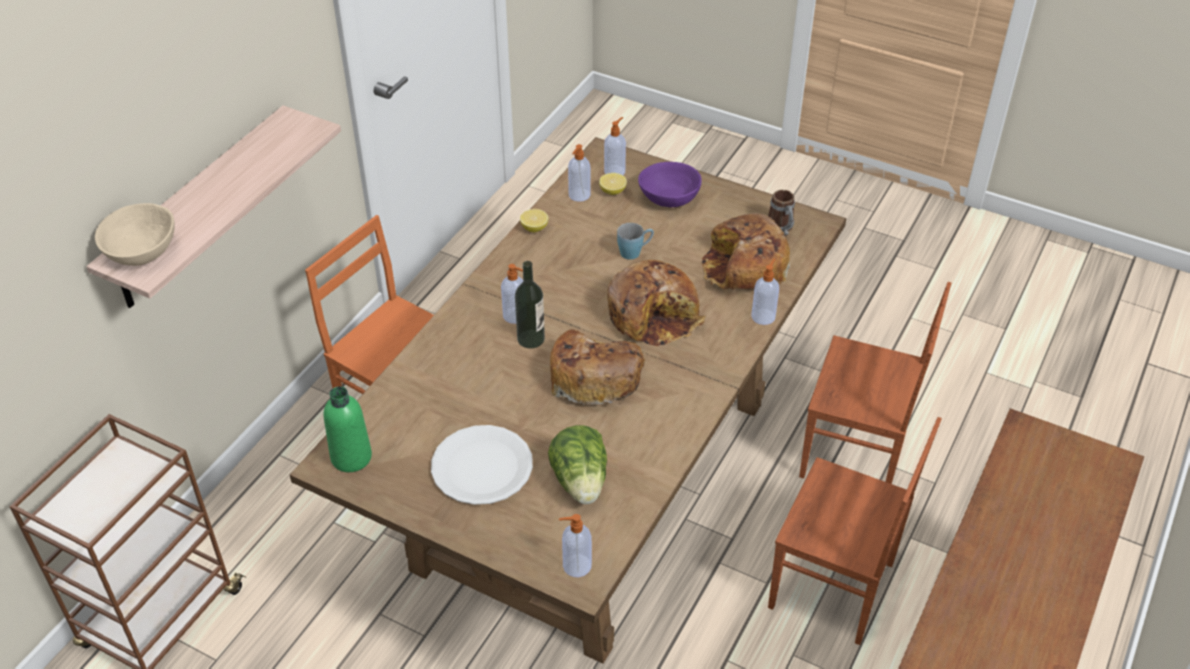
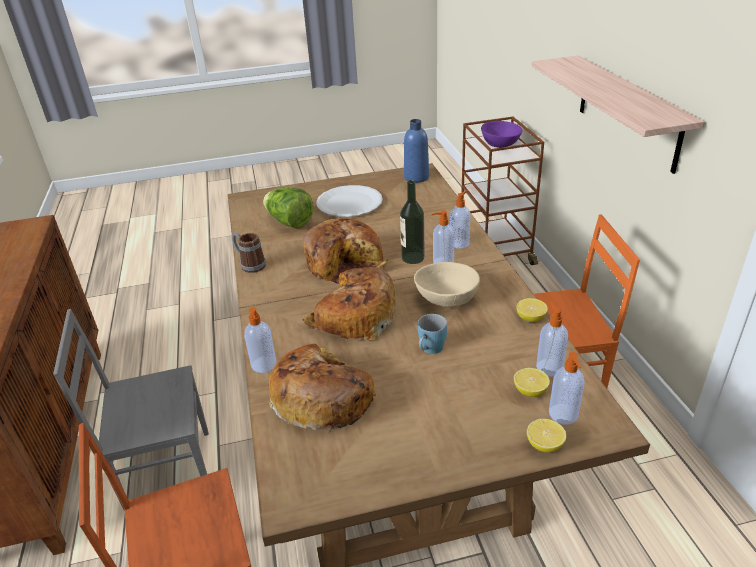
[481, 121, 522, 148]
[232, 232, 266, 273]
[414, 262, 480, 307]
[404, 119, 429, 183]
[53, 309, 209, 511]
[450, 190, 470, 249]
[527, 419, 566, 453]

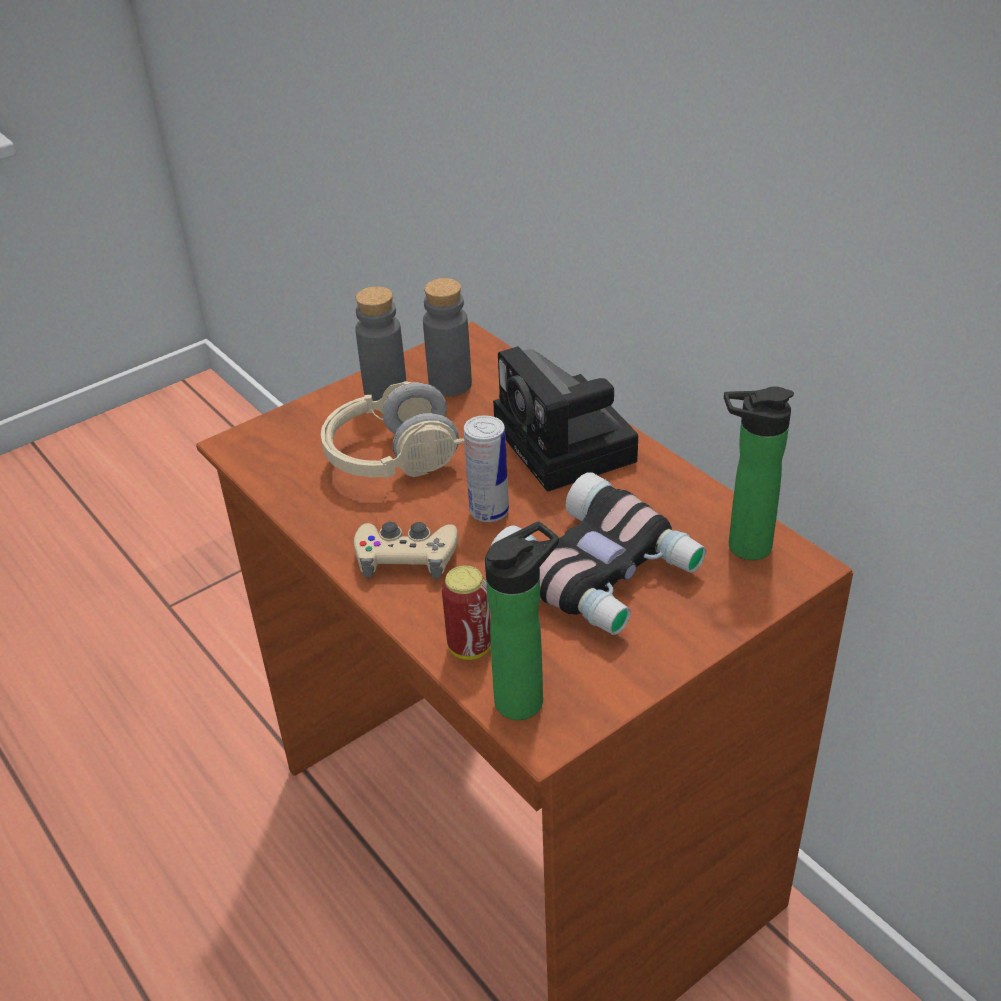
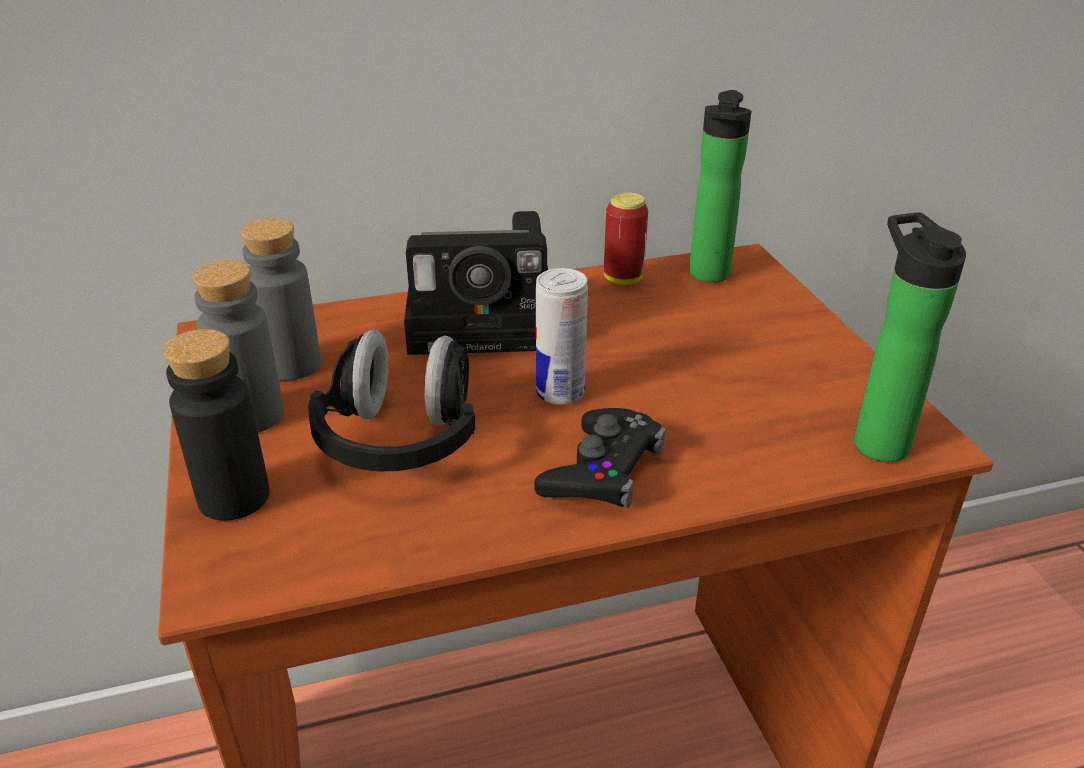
[308, 330, 475, 472]
[489, 472, 706, 635] (first image)
[534, 408, 666, 509]
[604, 192, 648, 285]
[163, 329, 270, 521]

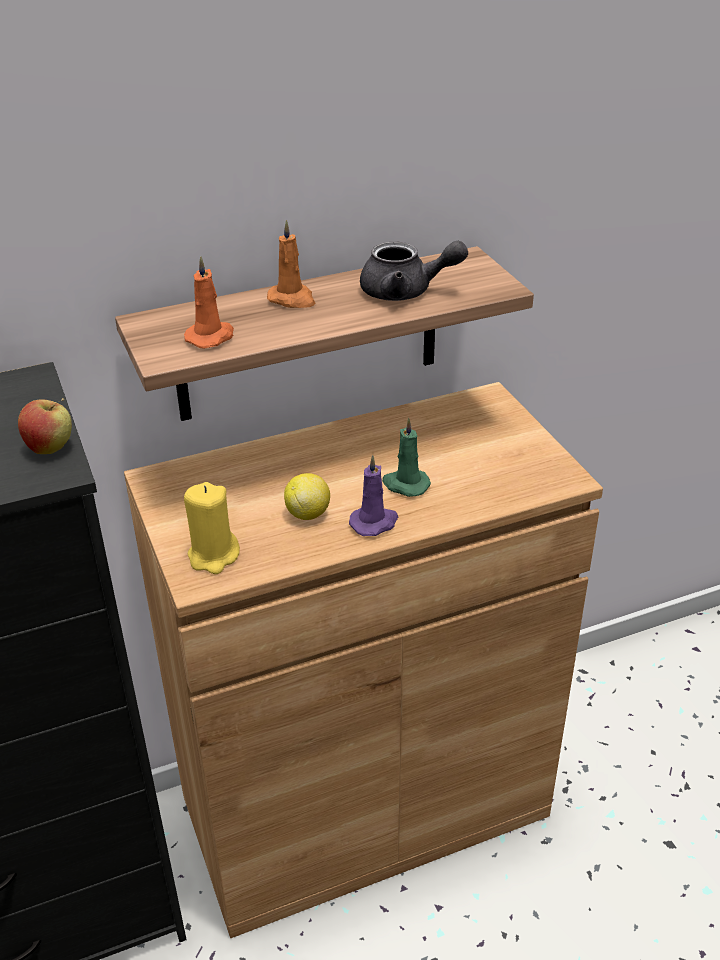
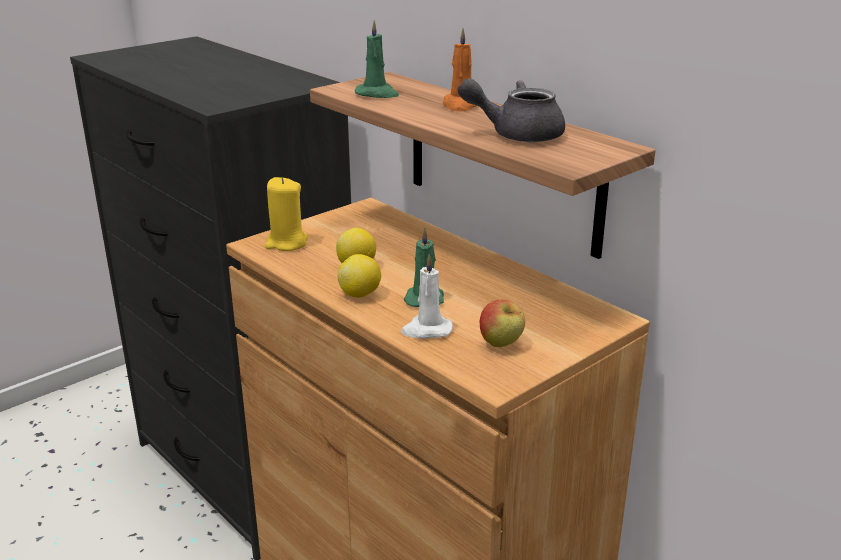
[458, 78, 565, 142]
[355, 20, 399, 98]
[480, 300, 525, 347]
[338, 254, 381, 298]
[401, 254, 453, 339]

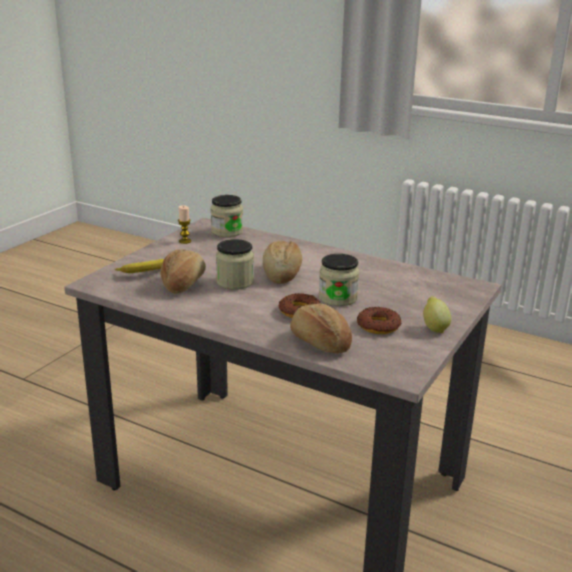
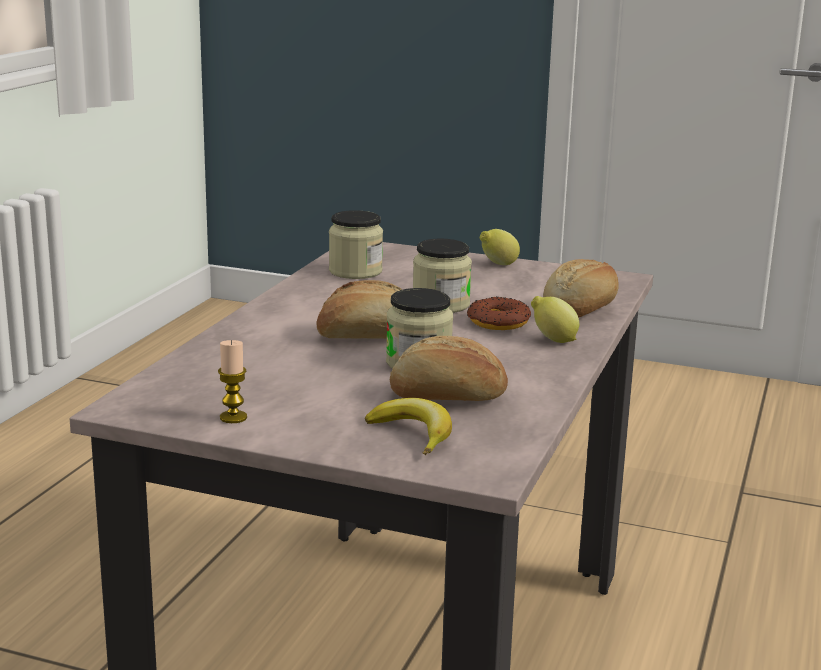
[329, 210, 383, 279]
[357, 307, 401, 334] (first image)
[531, 296, 579, 343]

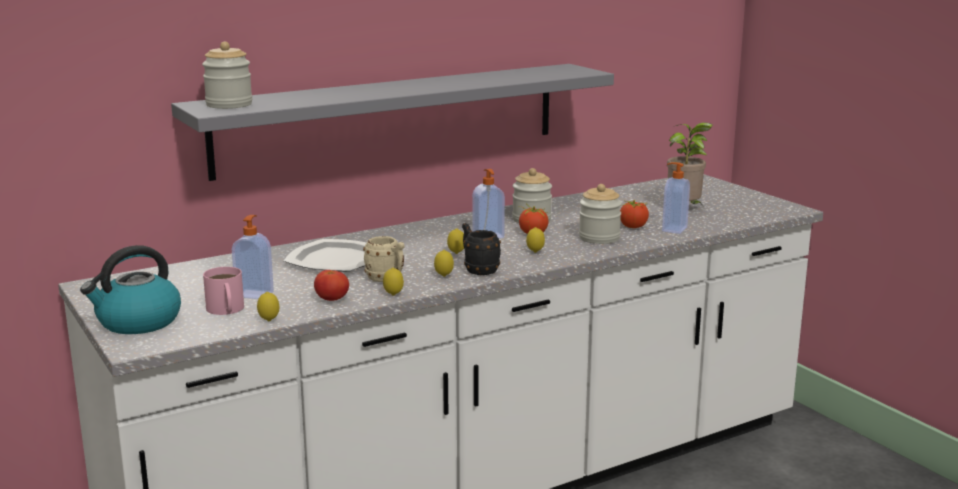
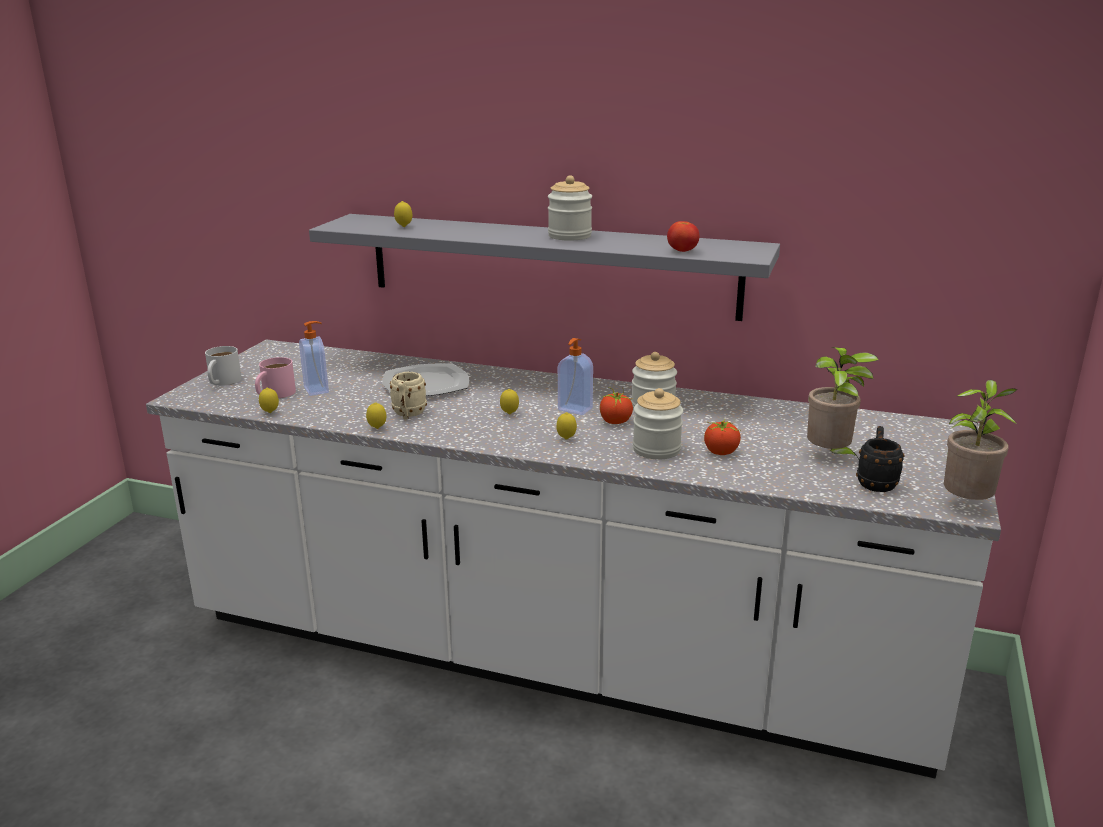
[548, 175, 592, 241]
[662, 162, 690, 234] (first image)
[856, 426, 905, 492]
[205, 346, 242, 386]
[394, 201, 412, 227]
[667, 221, 699, 252]
[944, 380, 1018, 500]

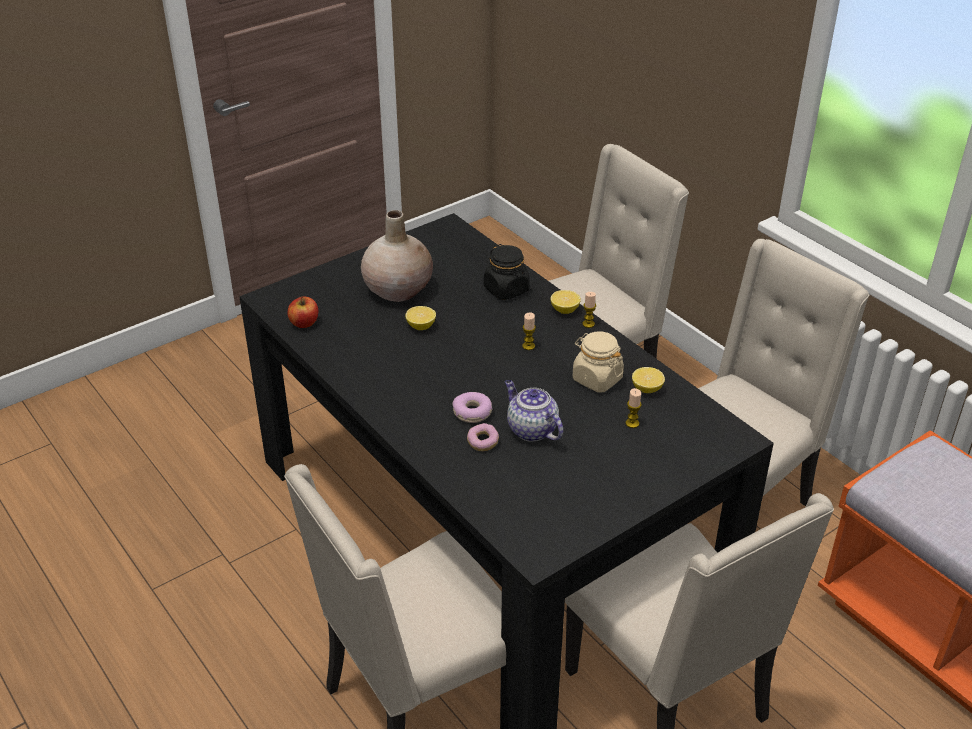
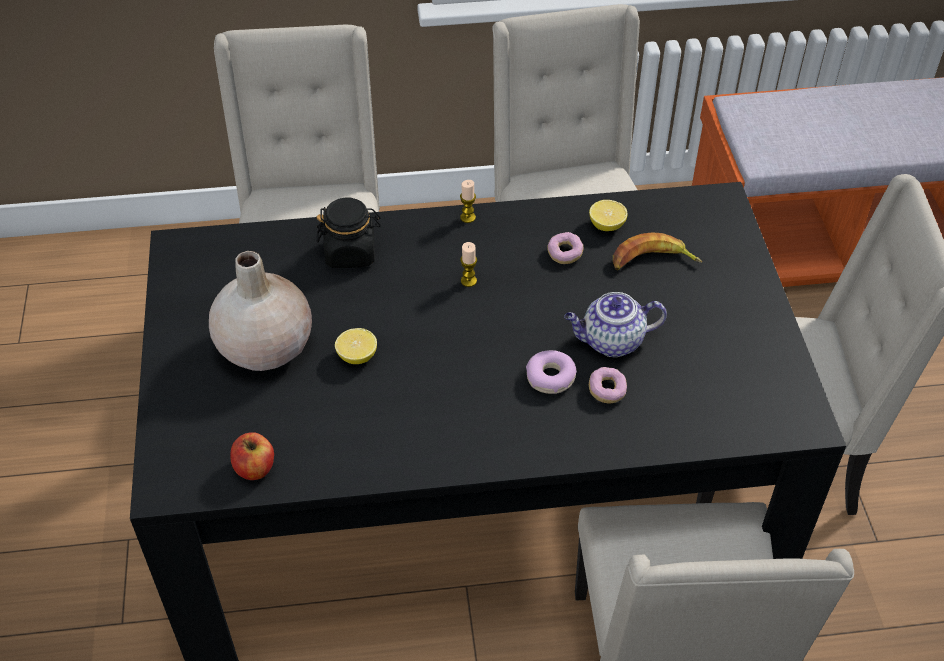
[550, 290, 581, 314] (first image)
[547, 232, 584, 264]
[613, 232, 702, 270]

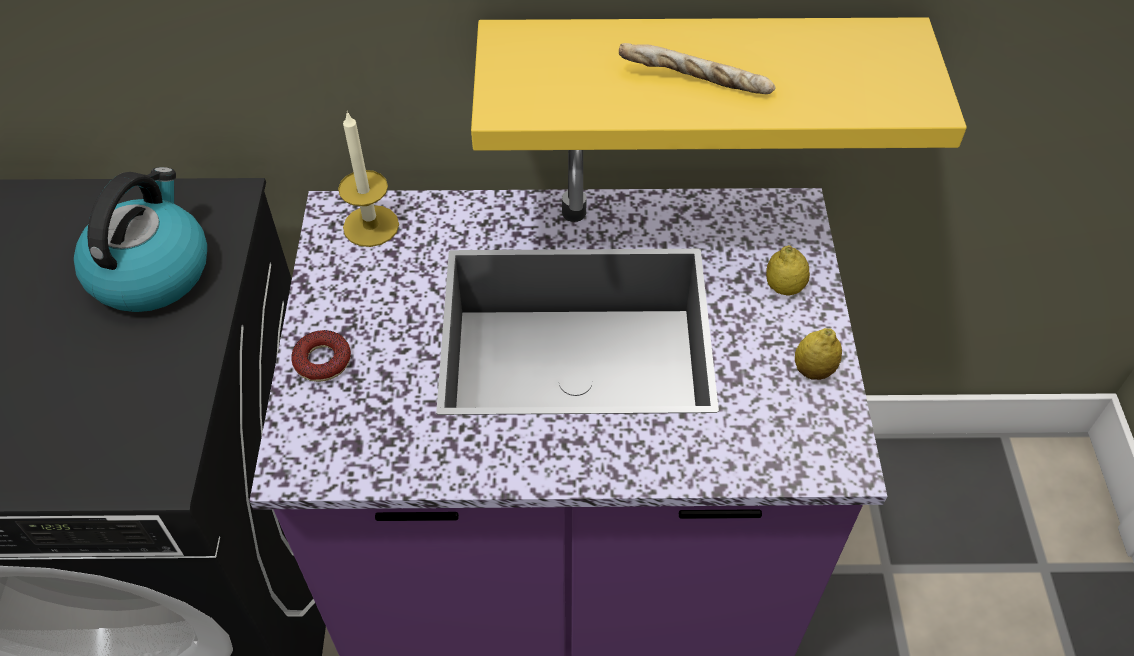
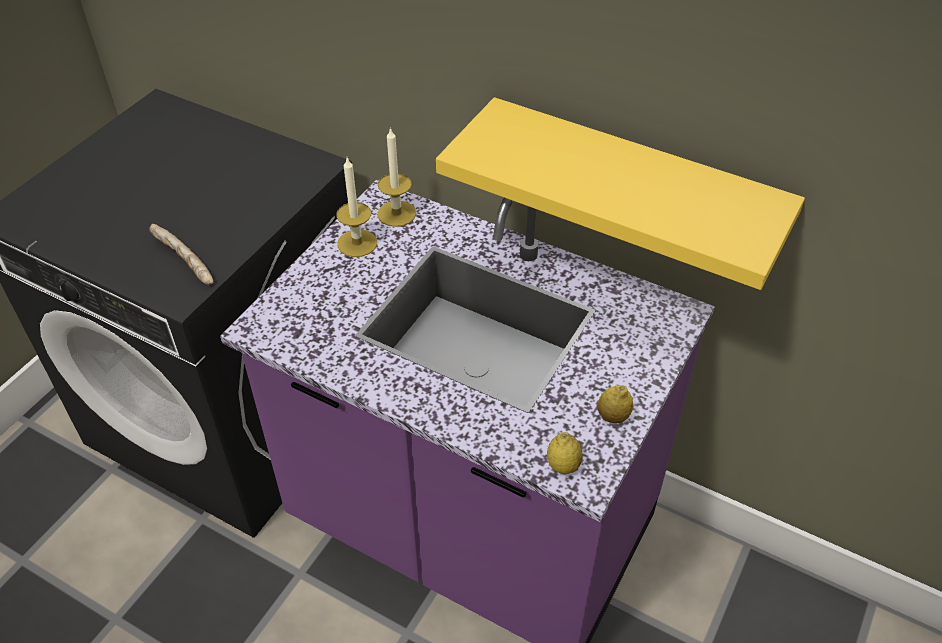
[149, 224, 213, 285]
[74, 167, 207, 312] (first image)
[547, 432, 583, 474]
[291, 330, 351, 382] (first image)
[337, 158, 377, 257]

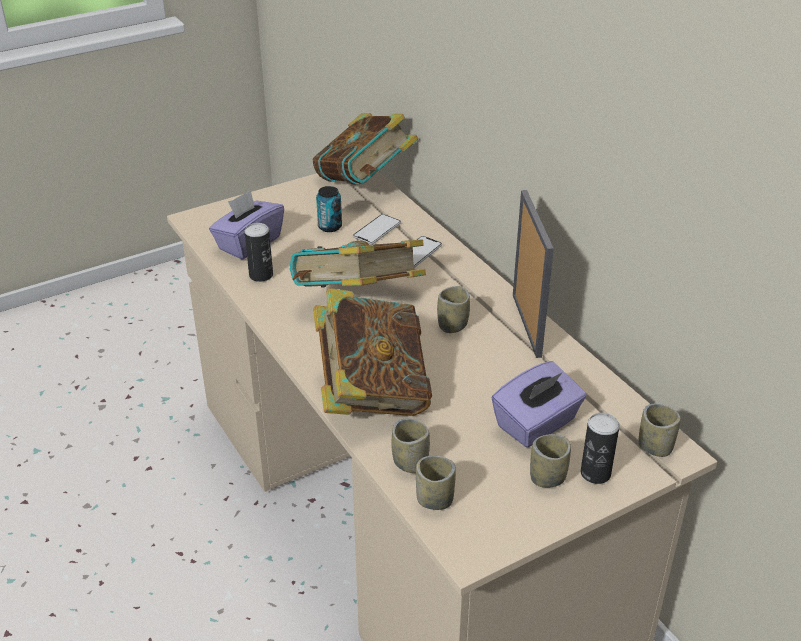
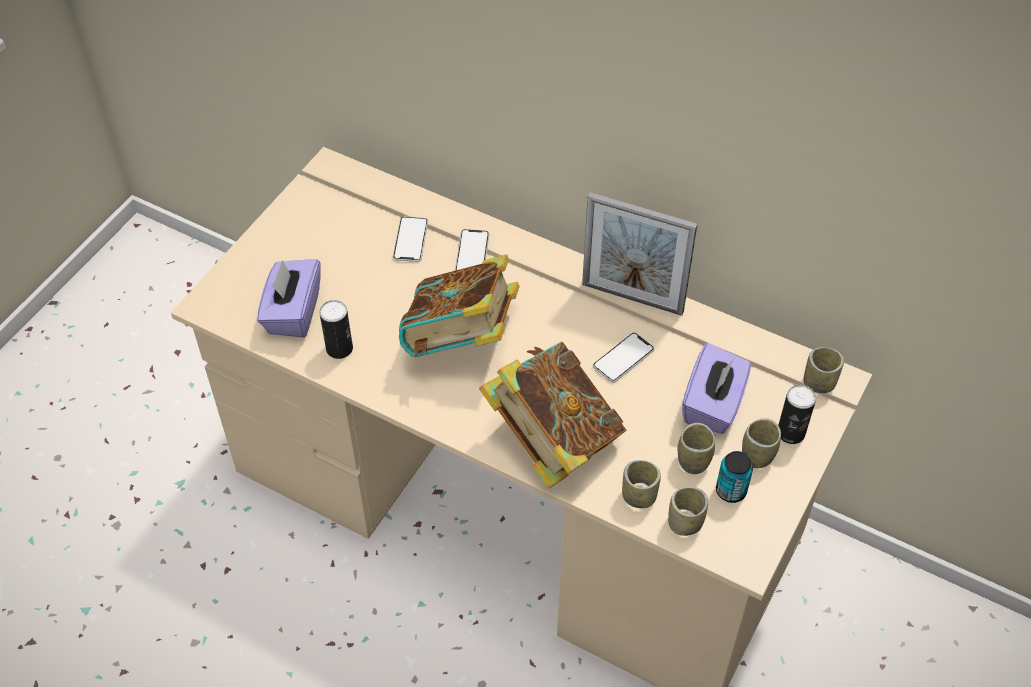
[313, 113, 418, 185] (first image)
[716, 451, 753, 503]
[582, 192, 697, 316]
[678, 423, 715, 474]
[593, 333, 654, 382]

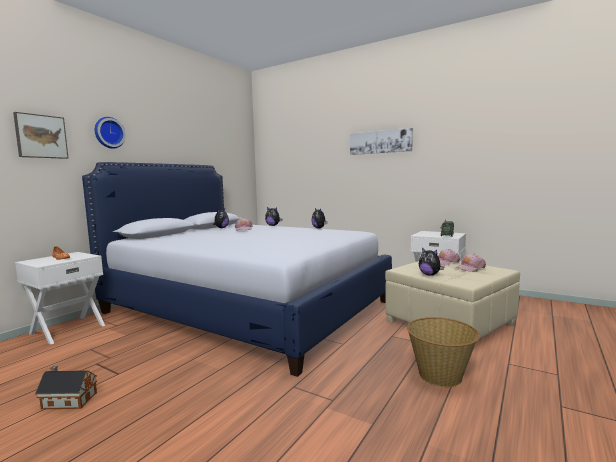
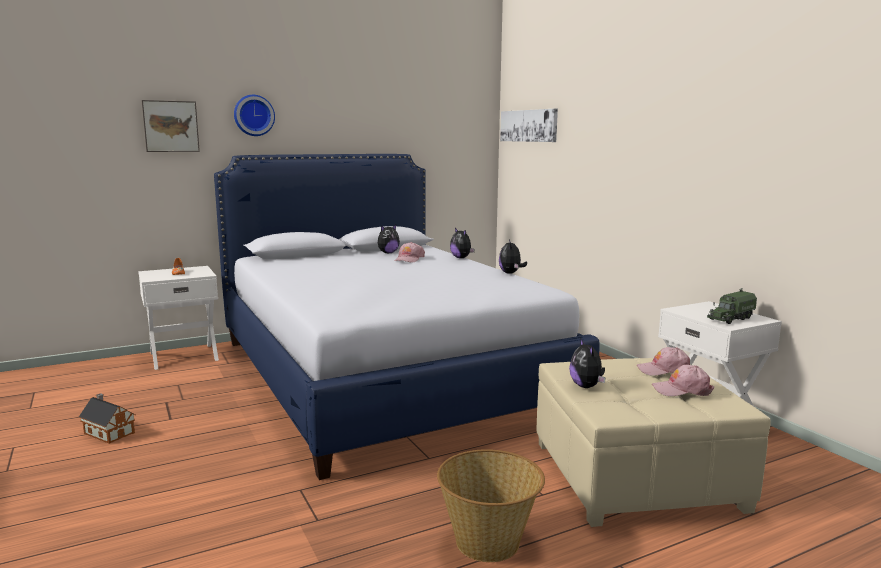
[500, 109, 558, 142]

